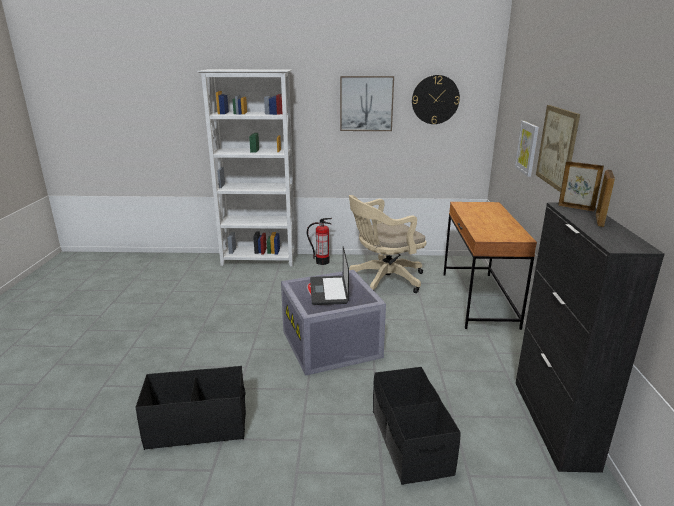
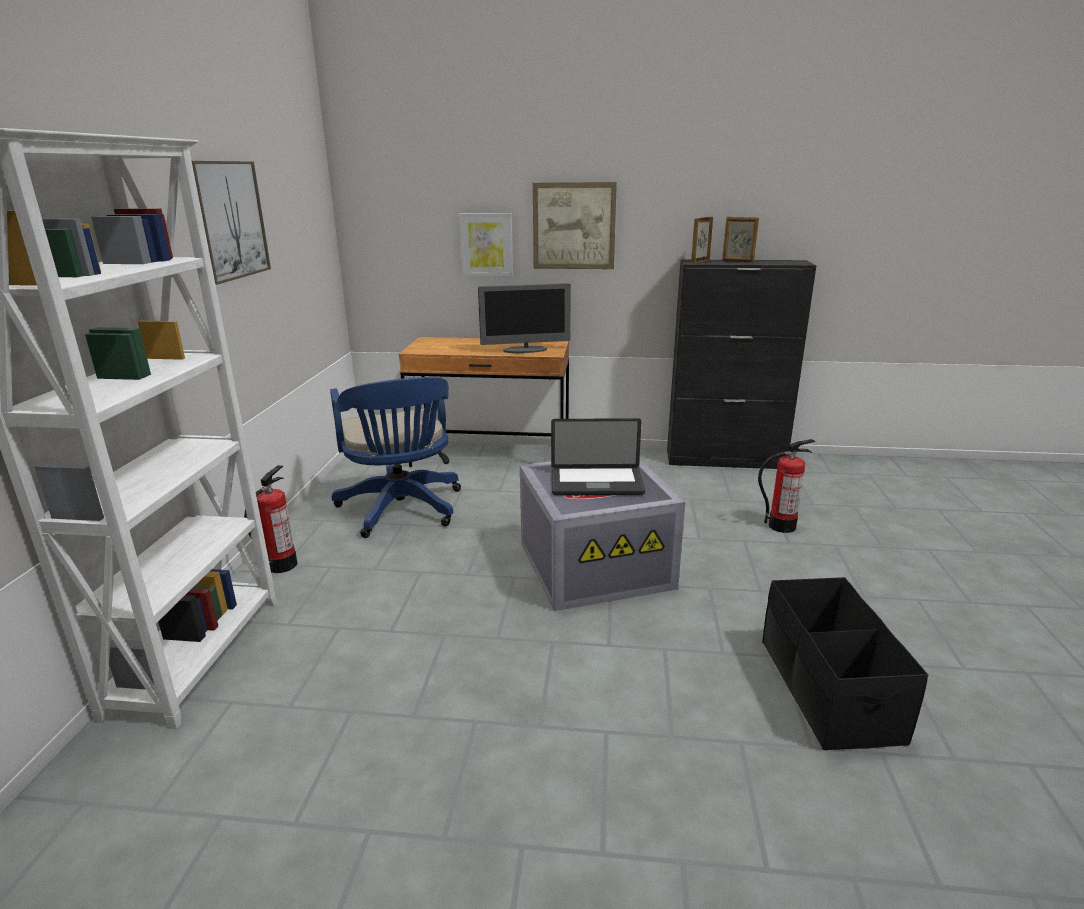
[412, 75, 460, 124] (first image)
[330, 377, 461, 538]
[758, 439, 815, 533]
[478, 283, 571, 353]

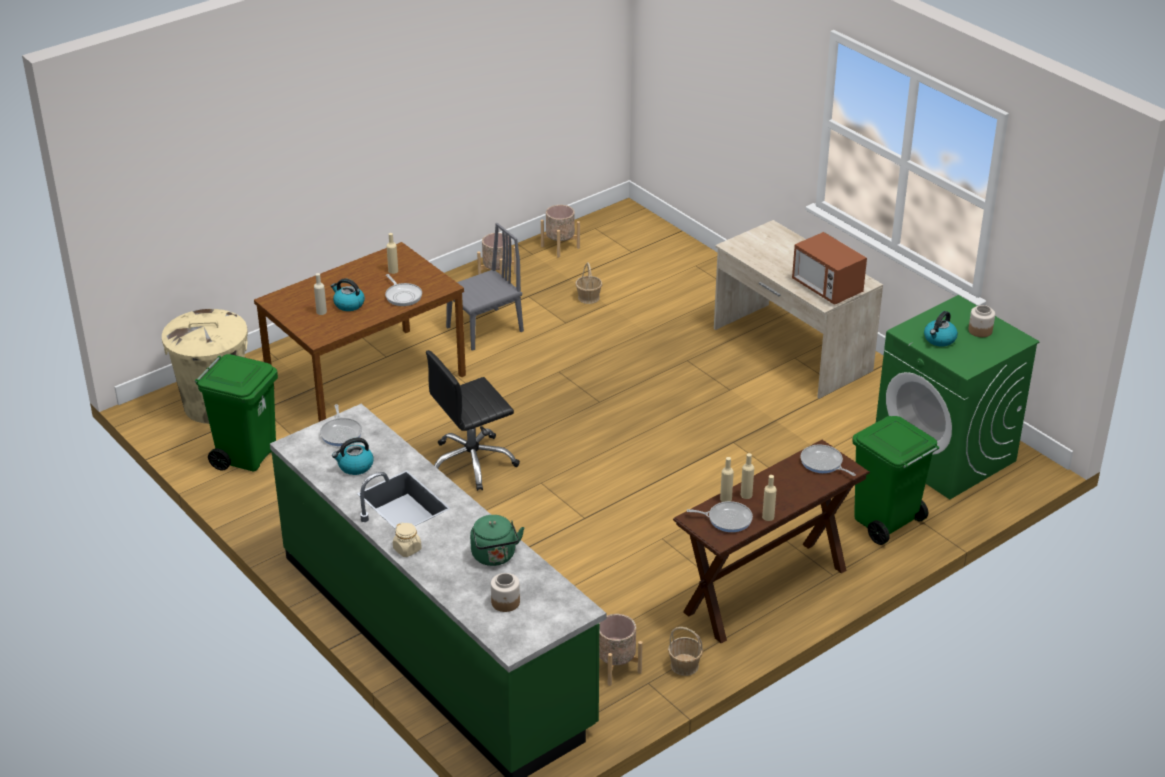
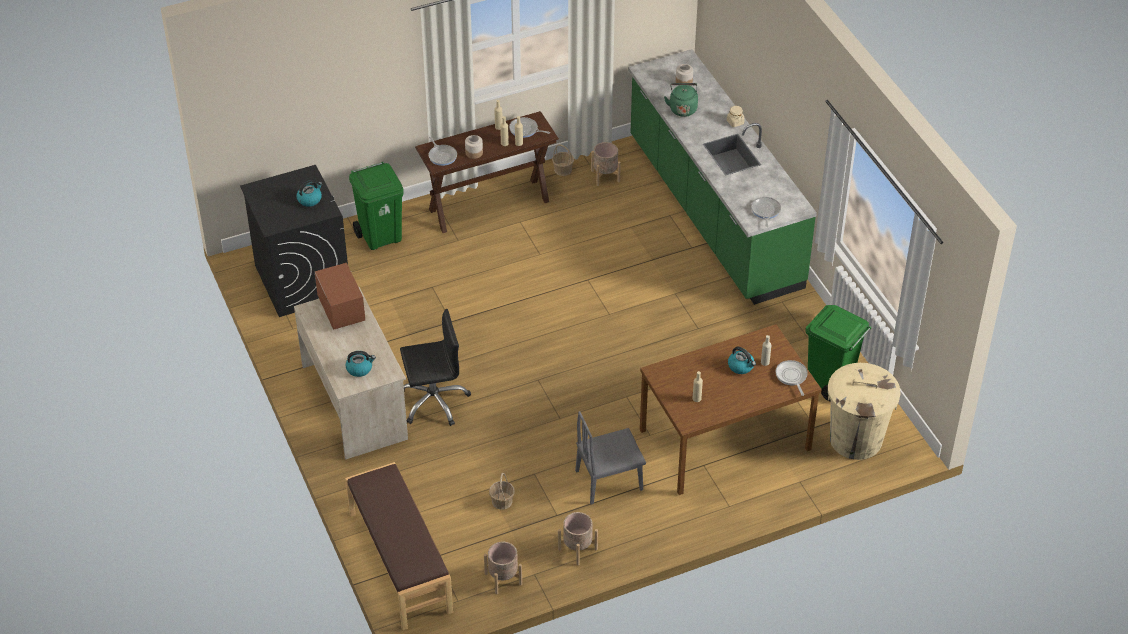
[776, 360, 808, 396]
[240, 165, 348, 317]
[465, 135, 483, 159]
[400, 309, 471, 426]
[345, 351, 376, 377]
[345, 462, 453, 630]

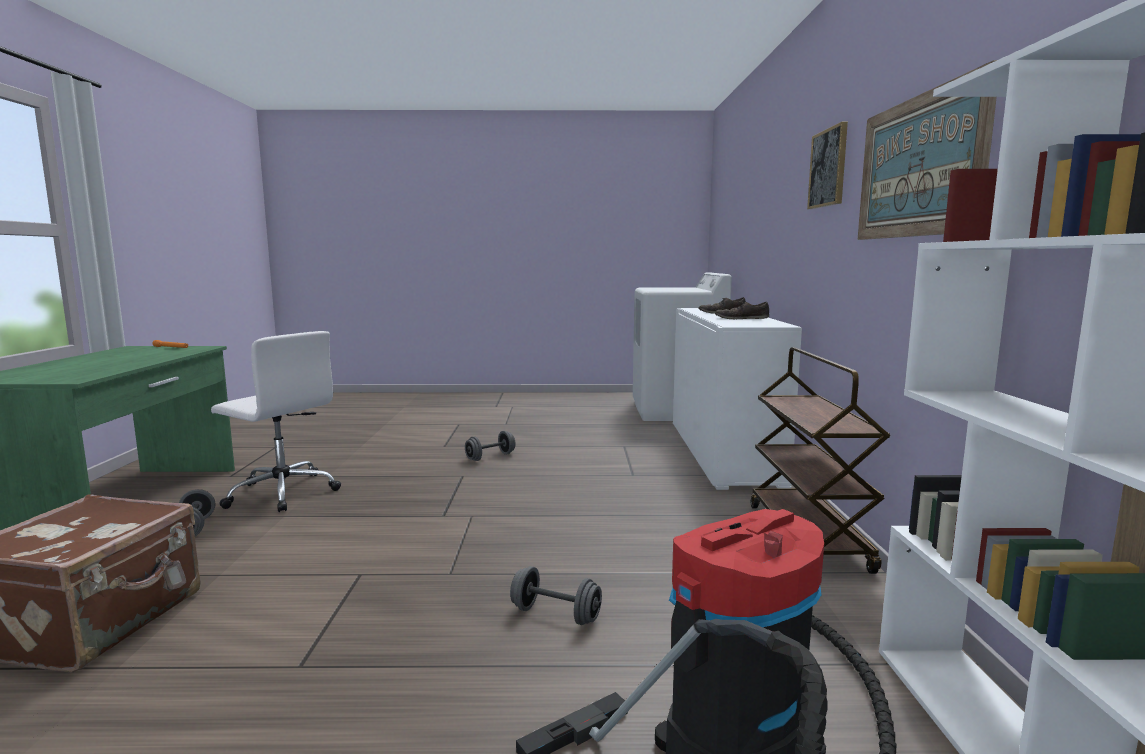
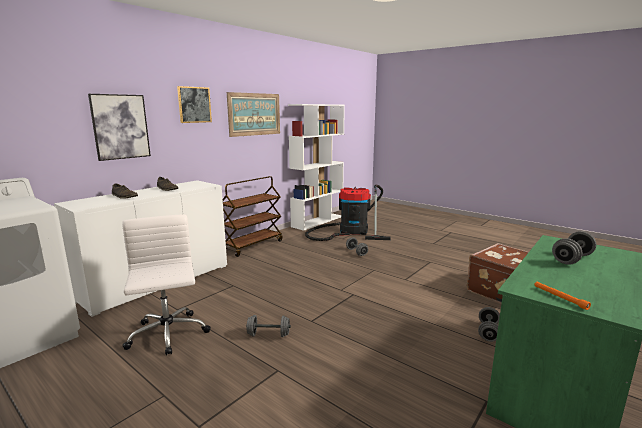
[122, 215, 211, 355]
[88, 94, 151, 161]
[552, 231, 596, 265]

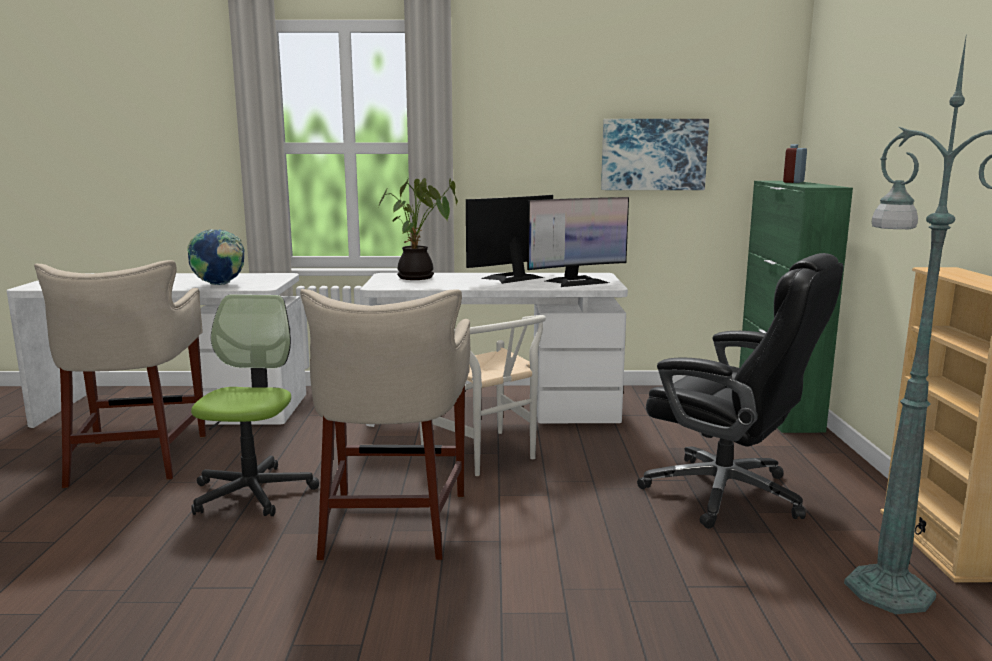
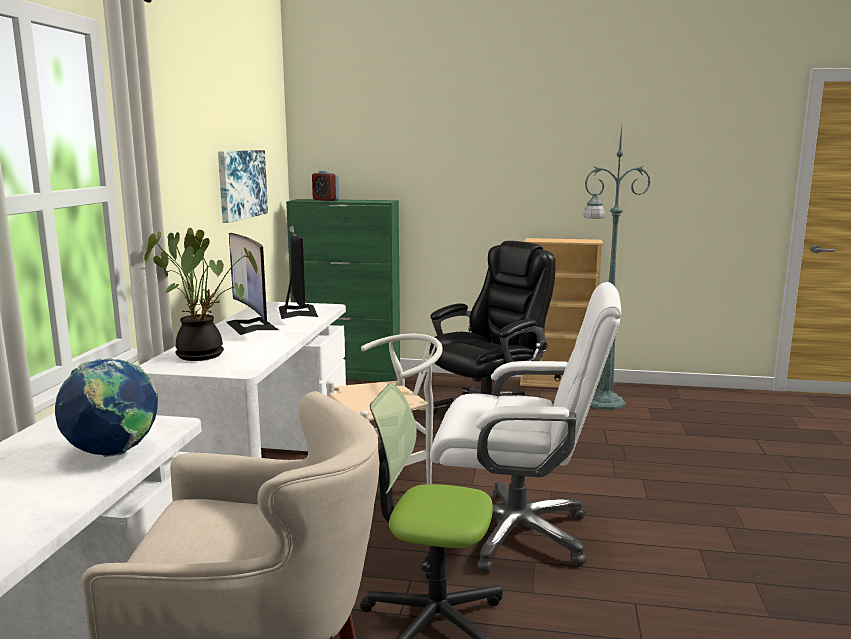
[430, 282, 621, 573]

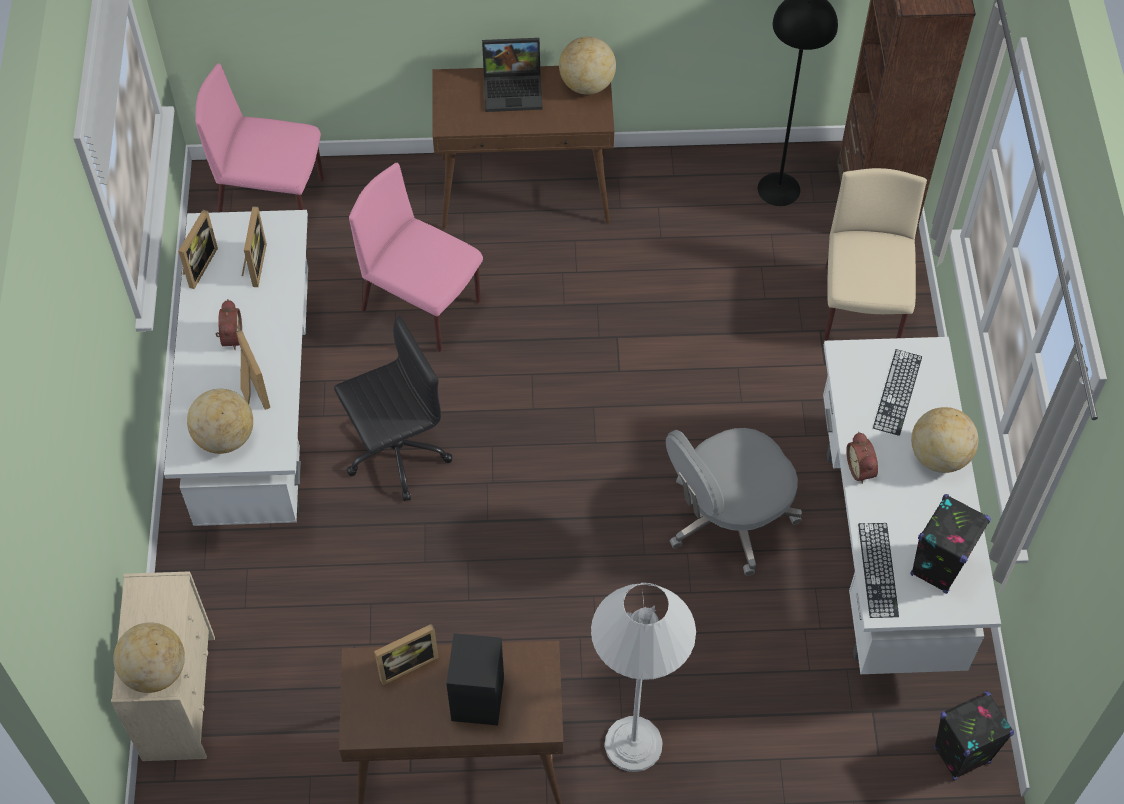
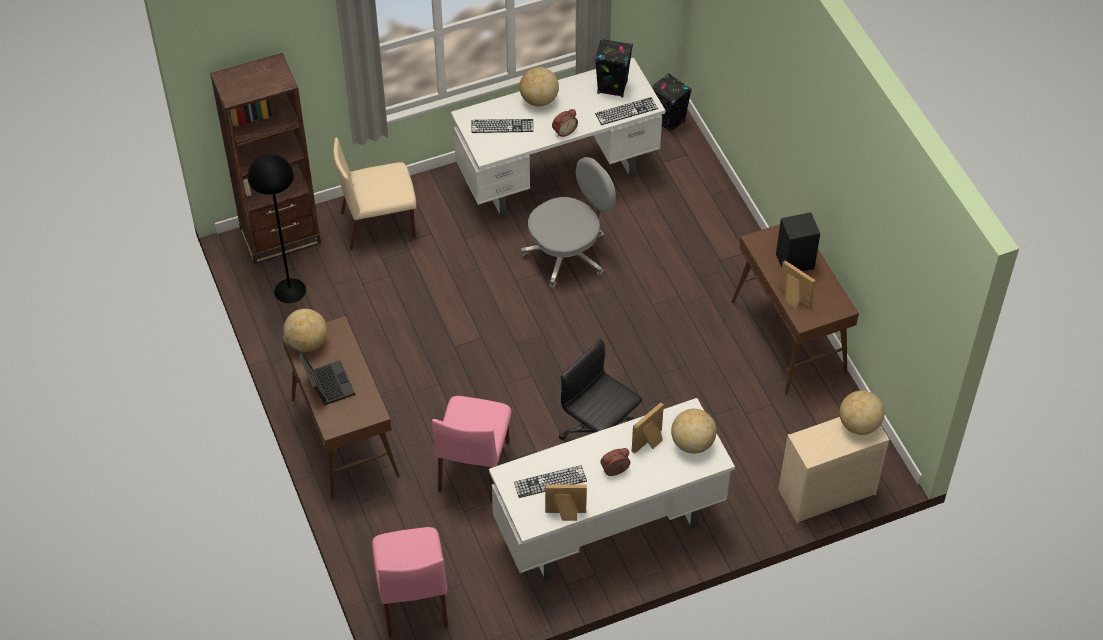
[514, 465, 587, 498]
[521, 157, 616, 289]
[591, 583, 696, 772] (first image)

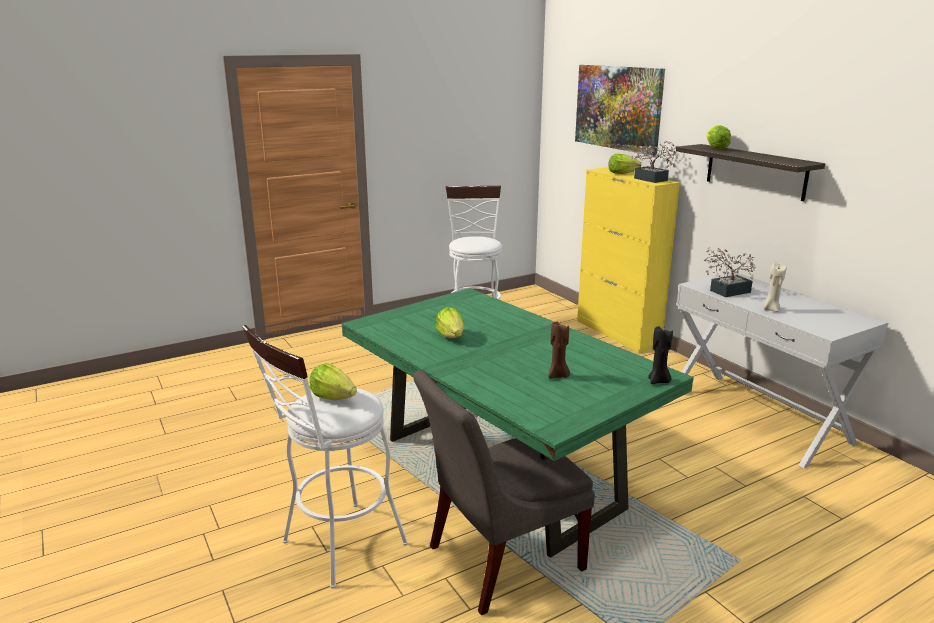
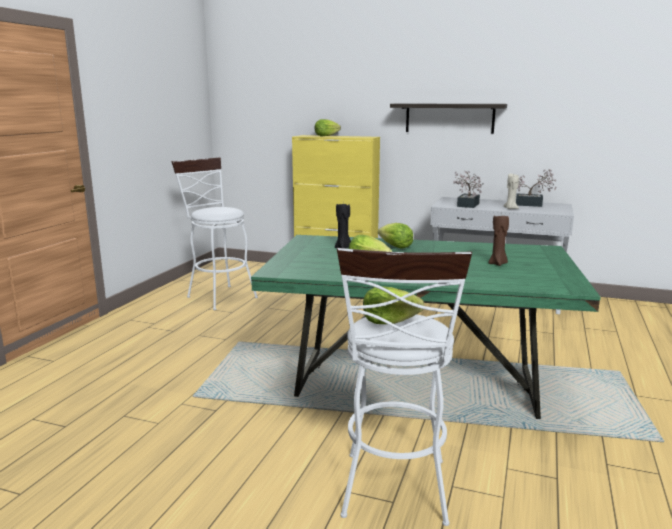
[575, 65, 665, 156] (first image)
[378, 223, 413, 249]
[516, 169, 557, 207]
[335, 204, 351, 248]
[413, 370, 595, 615] (first image)

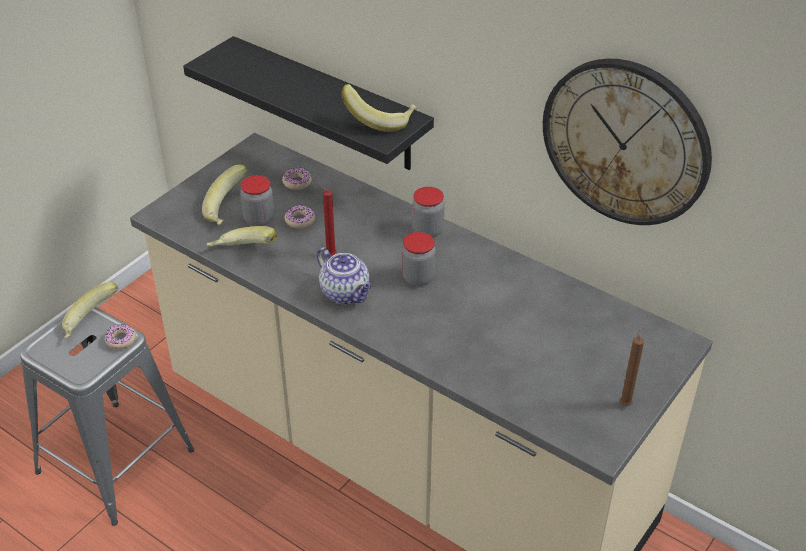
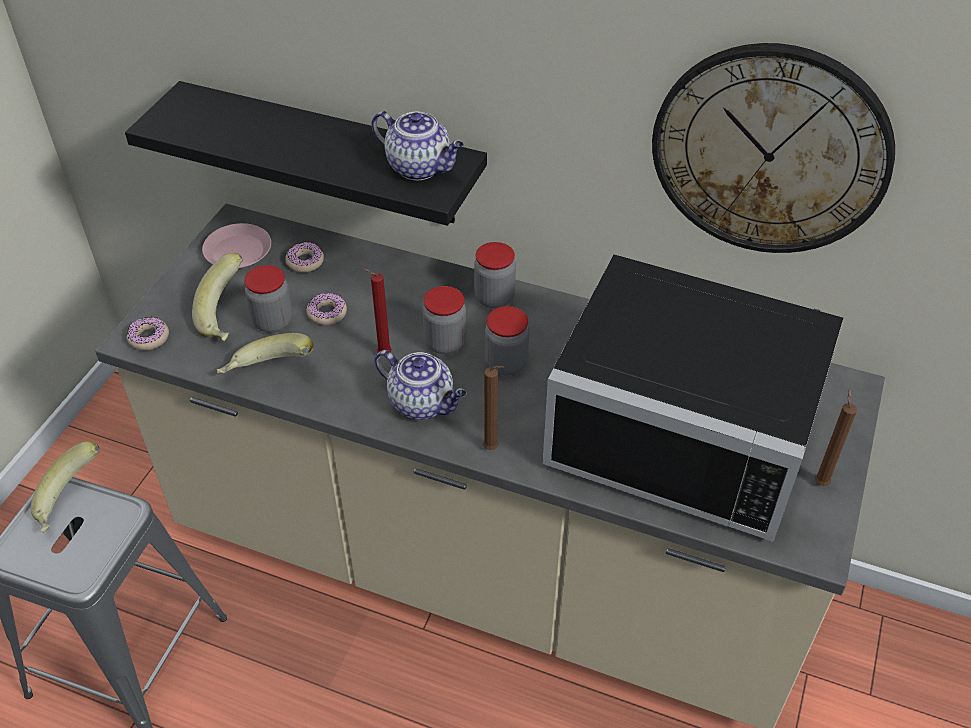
[371, 111, 464, 181]
[127, 317, 169, 350]
[202, 223, 271, 269]
[542, 254, 844, 542]
[422, 286, 466, 354]
[483, 366, 504, 450]

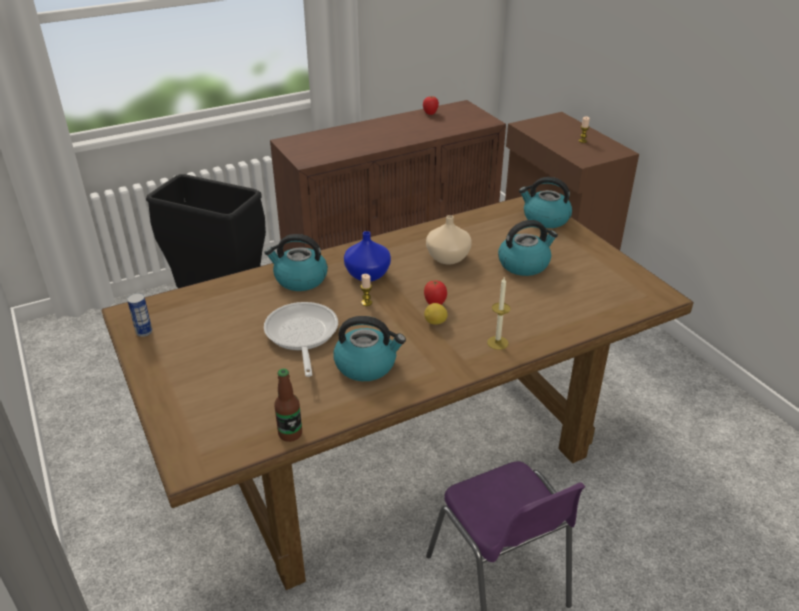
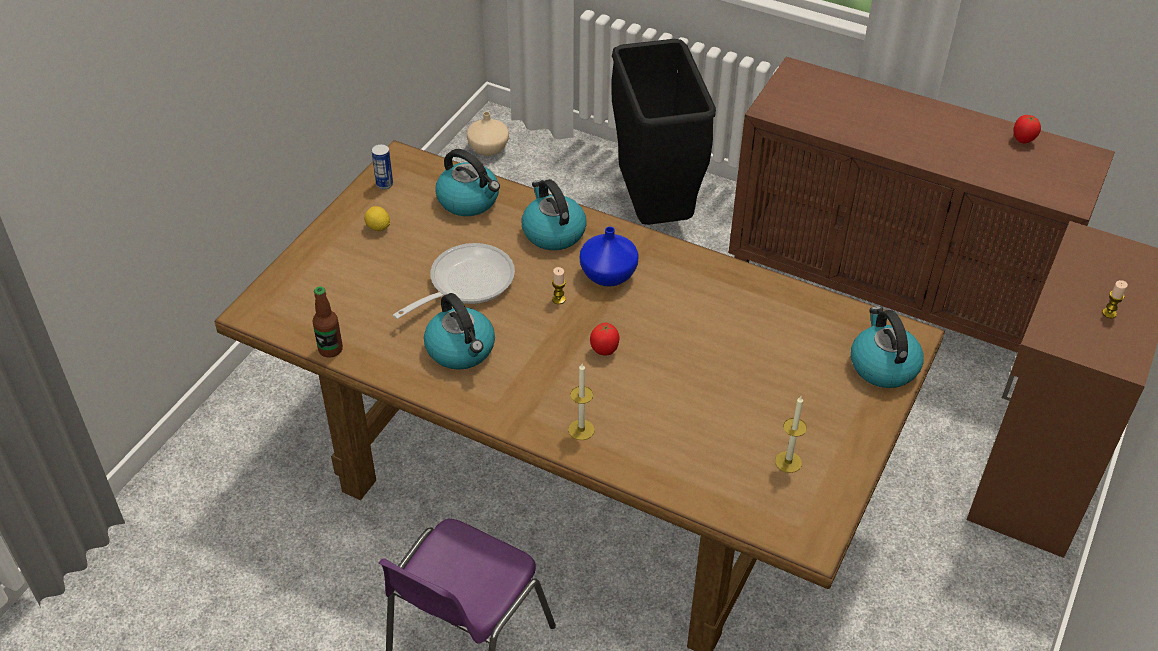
[467, 111, 509, 156]
[435, 149, 500, 216]
[364, 206, 390, 231]
[775, 396, 807, 473]

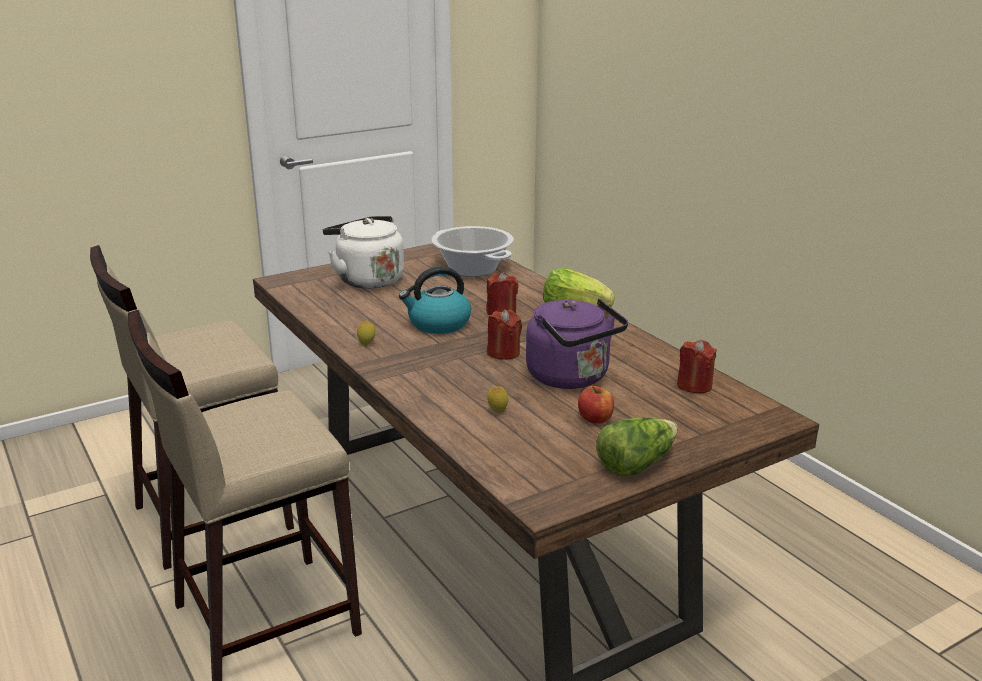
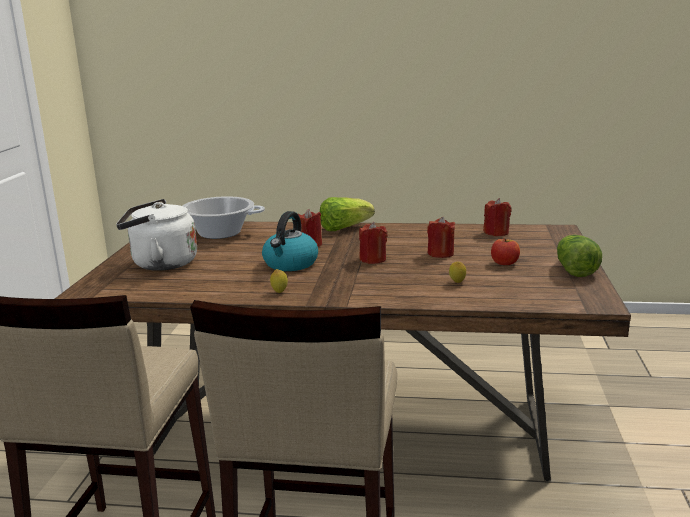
[427, 217, 455, 258]

